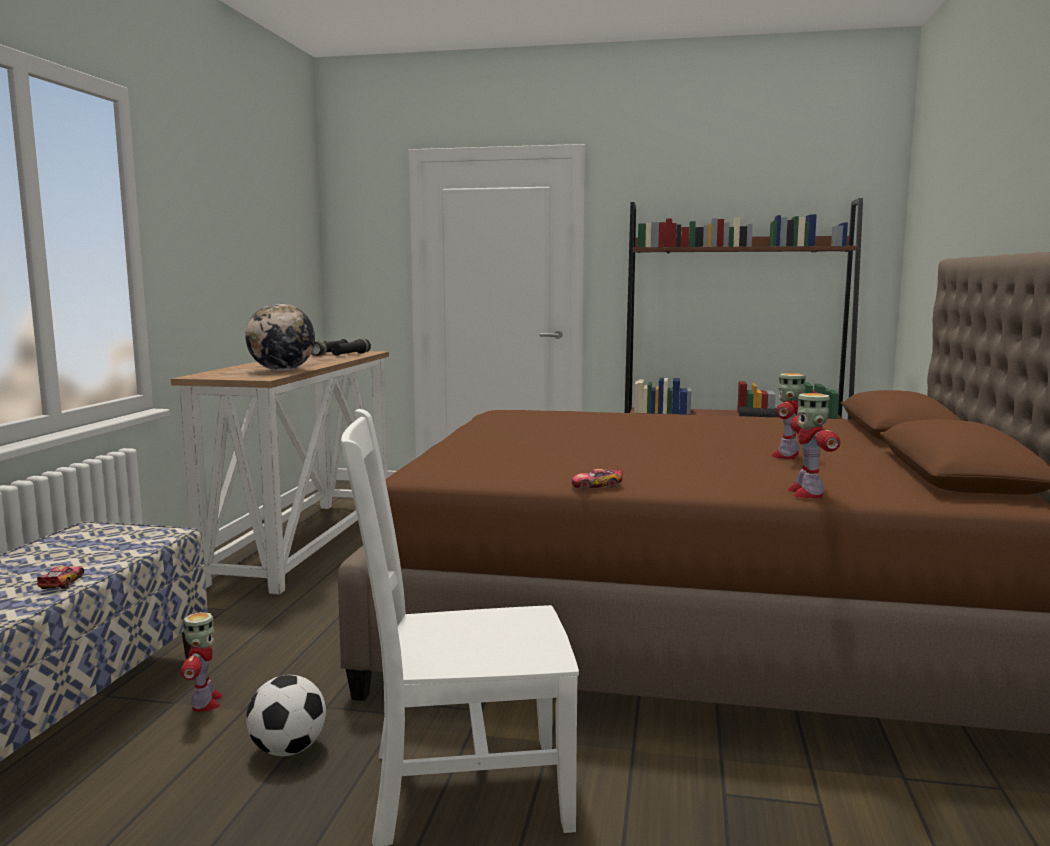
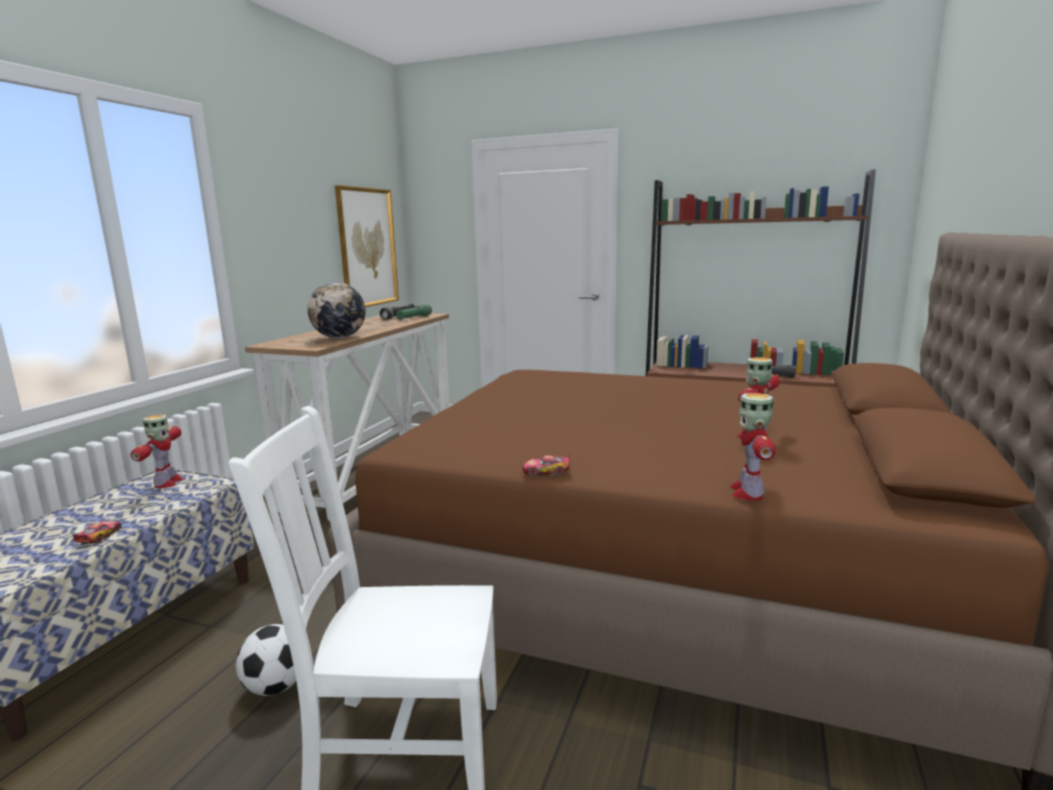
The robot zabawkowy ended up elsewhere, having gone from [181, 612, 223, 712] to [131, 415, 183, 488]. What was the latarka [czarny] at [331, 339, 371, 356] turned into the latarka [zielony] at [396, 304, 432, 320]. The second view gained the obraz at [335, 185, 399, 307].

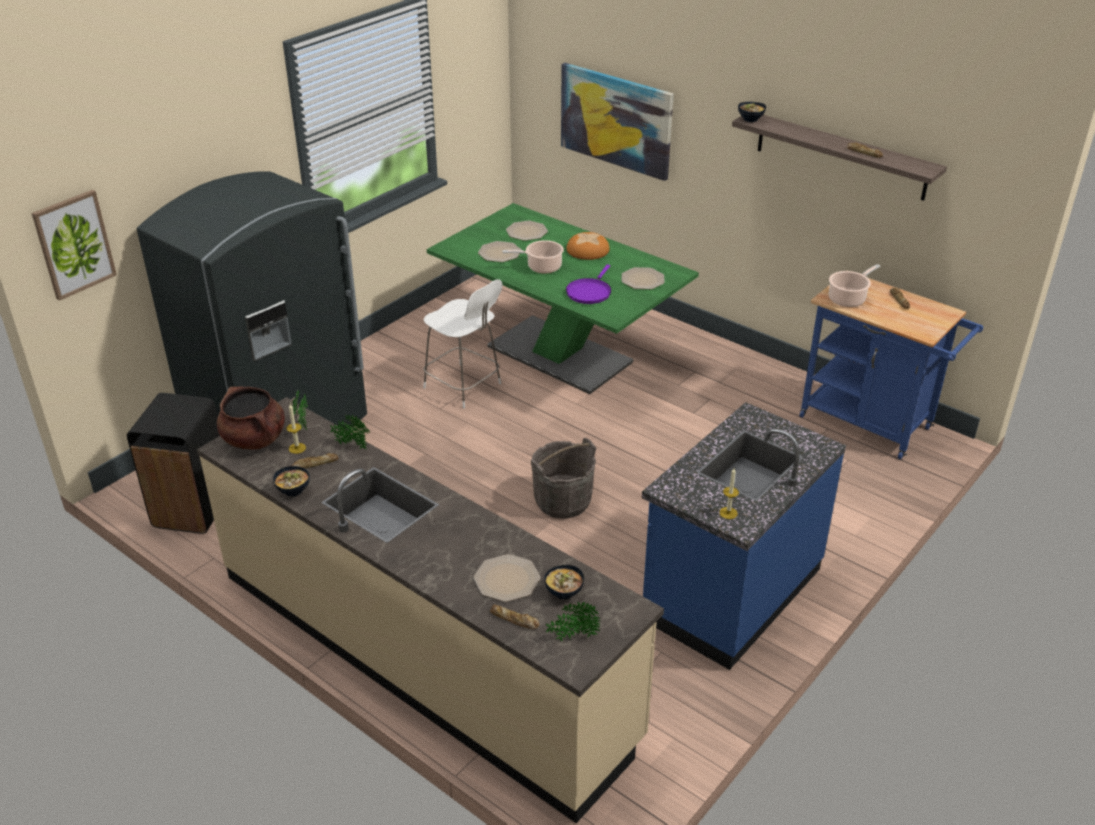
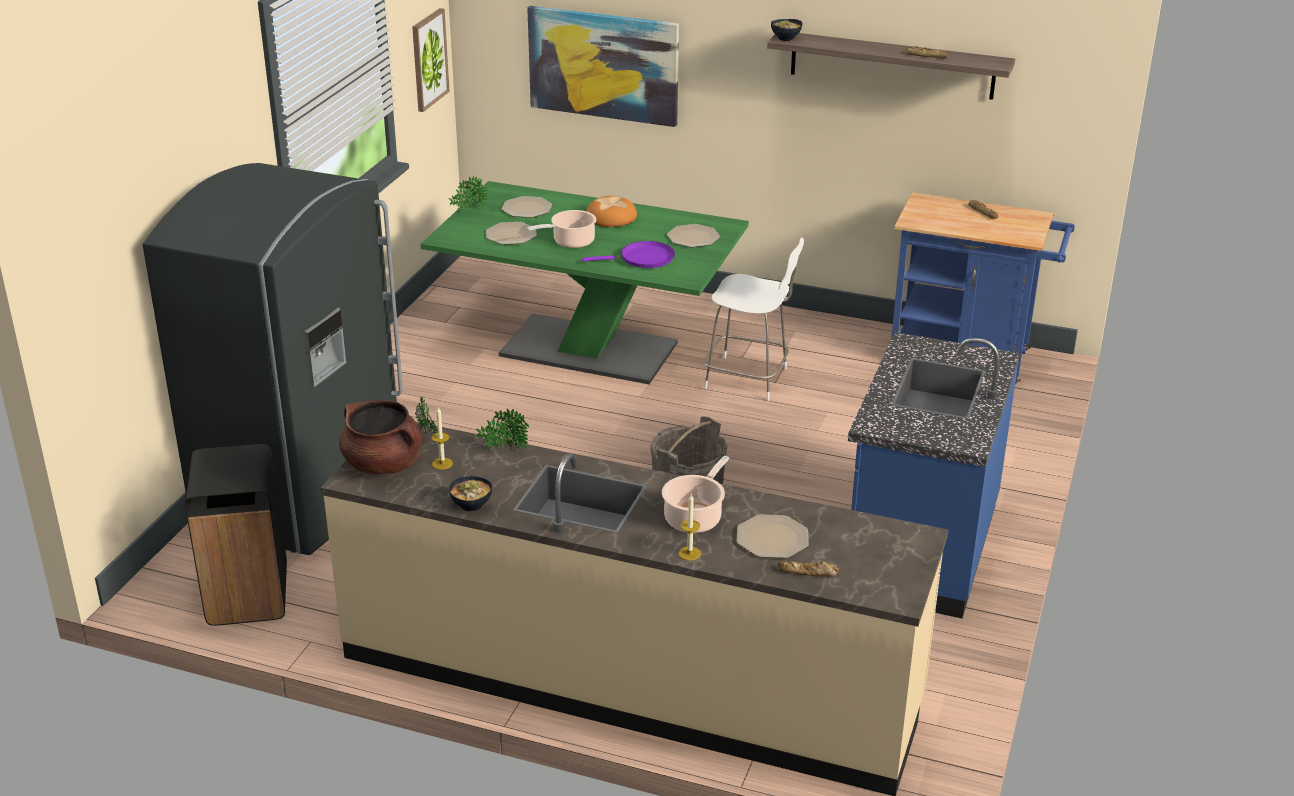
The obraz ended up elsewhere, having gone from [32, 190, 117, 301] to [412, 8, 450, 112]. The second view lost the chleb at [292, 453, 339, 469]. The krzesło [biały] ended up elsewhere, having gone from [423, 279, 502, 408] to [704, 238, 804, 401]. The second view lost the miska at [544, 565, 584, 599]. The roślina doniczkowa ended up elsewhere, having gone from [546, 602, 600, 642] to [449, 176, 488, 212]. The patelnia [fioletowy] at [566, 264, 611, 304] ended up facing another way, 105 degrees counterclockwise from before. The świeca ended up elsewhere, having gone from [719, 468, 739, 519] to [679, 494, 701, 561]. The garnek ended up elsewhere, having gone from [829, 264, 880, 307] to [662, 455, 729, 533].

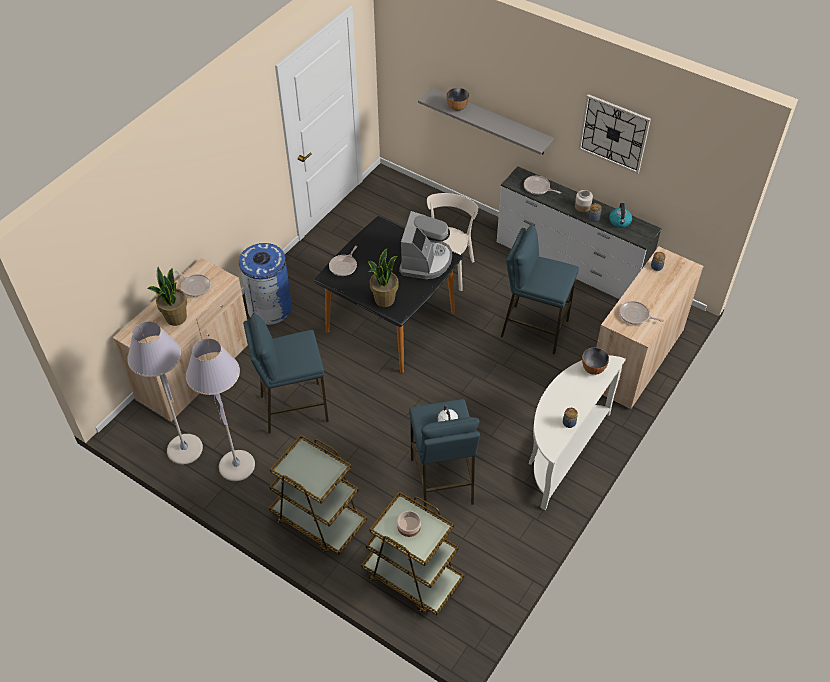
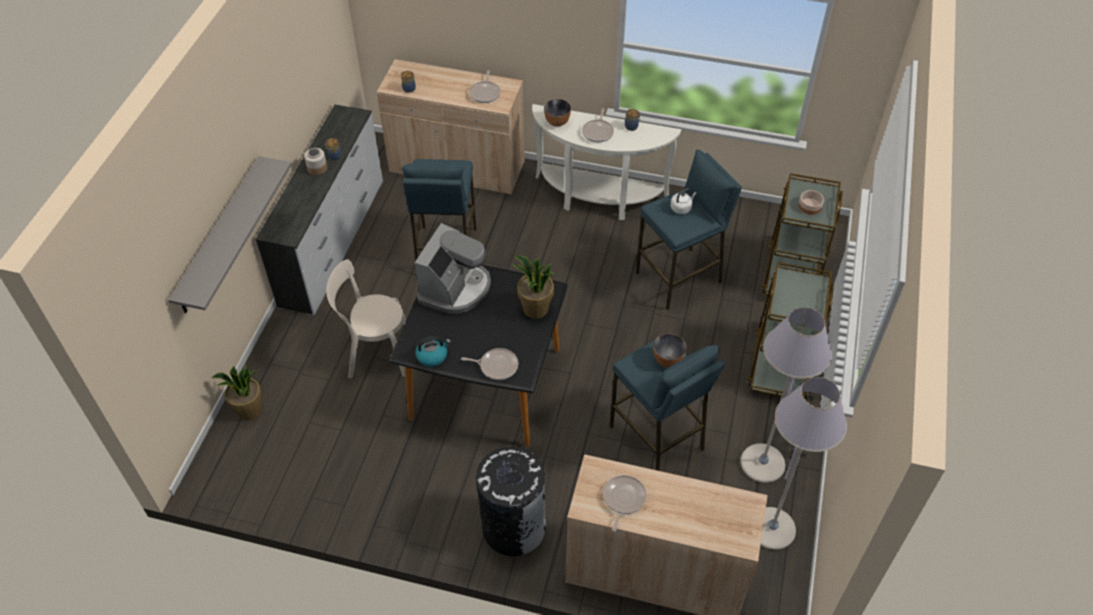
The roślina doniczkowa ended up elsewhere, having gone from [148, 267, 187, 326] to [212, 365, 262, 420]. What was the kosz na śmieci [niebieski] at [239, 243, 292, 325] turned into the kosz na śmieci [czarny] at [476, 445, 546, 556]. The ekspres do kawy at [399, 211, 452, 279] ended up facing another way, 120 degrees clockwise from before. The miska ended up elsewhere, having gone from [447, 88, 469, 111] to [653, 334, 687, 368]. The patelnia ended up elsewhere, having gone from [524, 176, 561, 195] to [582, 108, 614, 142]. The second view lost the zegar ścienny at [579, 94, 651, 174]. The czajnik ended up elsewhere, having gone from [609, 203, 632, 228] to [415, 336, 451, 367].

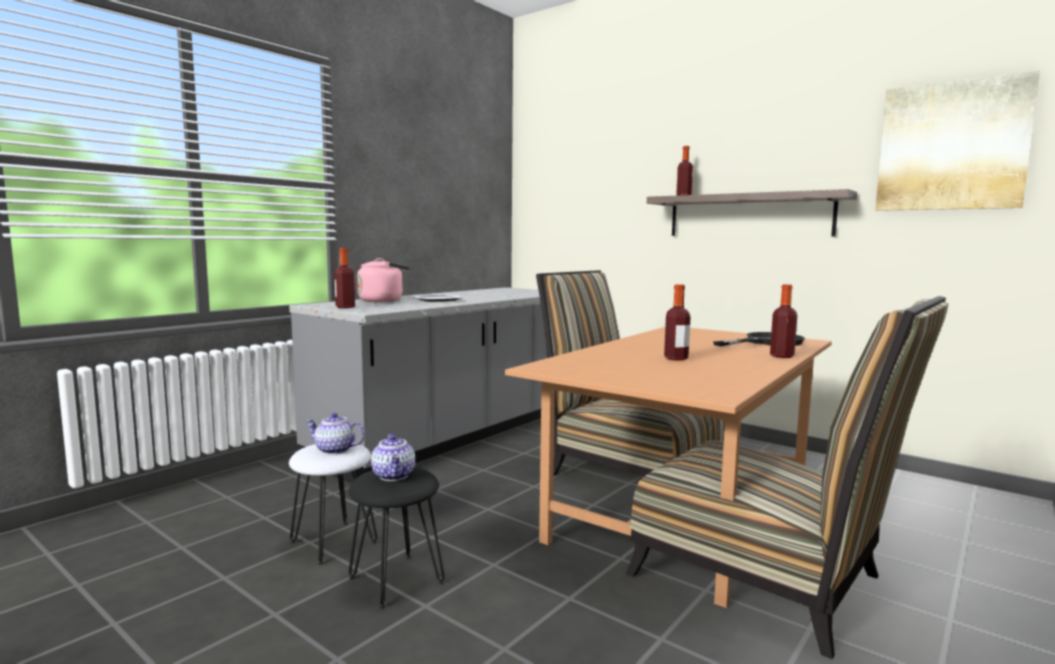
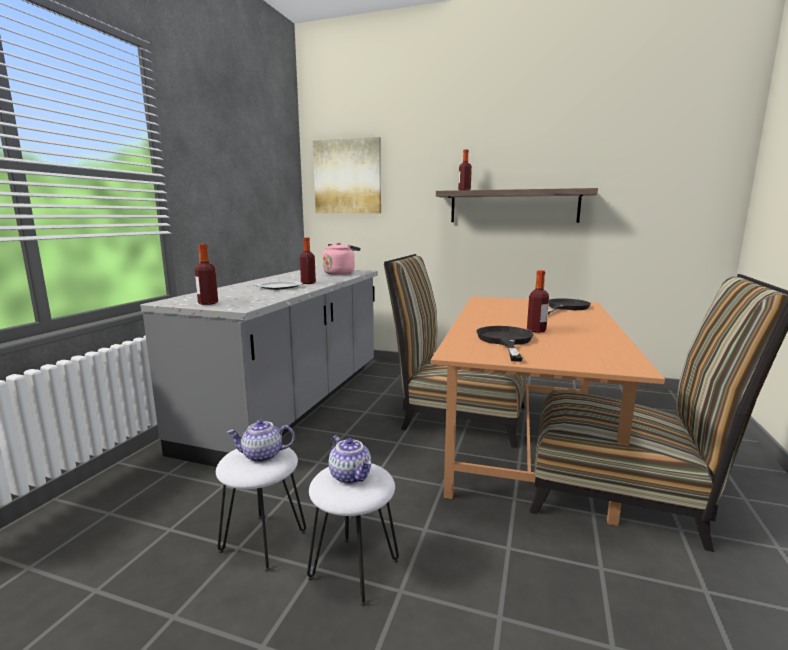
What was the stołek [czarny] at [349, 467, 445, 609] turned into the stołek [biały] at [307, 463, 399, 607]. The czajnik [różowy] ended up elsewhere, having gone from [357, 258, 409, 302] to [322, 242, 360, 275]. The butelka ended up elsewhere, having gone from [770, 284, 797, 358] to [300, 237, 316, 284]. The obraz ended up elsewhere, having gone from [875, 70, 1040, 211] to [313, 137, 381, 213]. The second view gained the patelnia [czarny] at [476, 326, 533, 362].

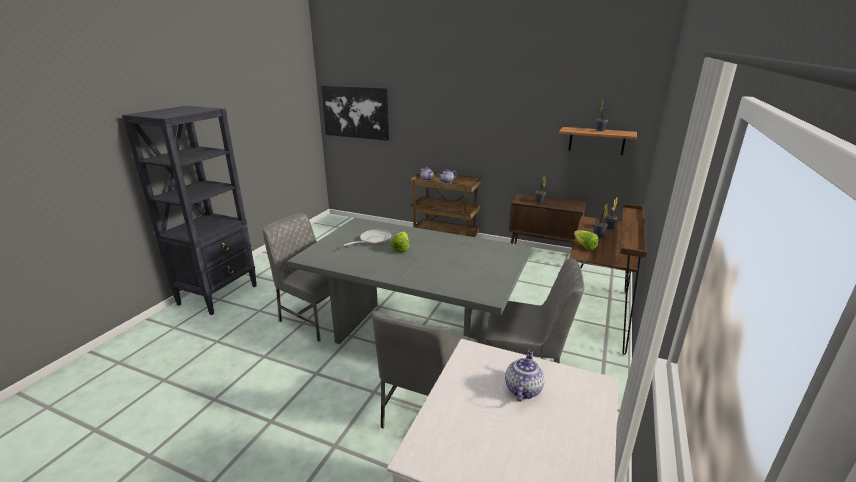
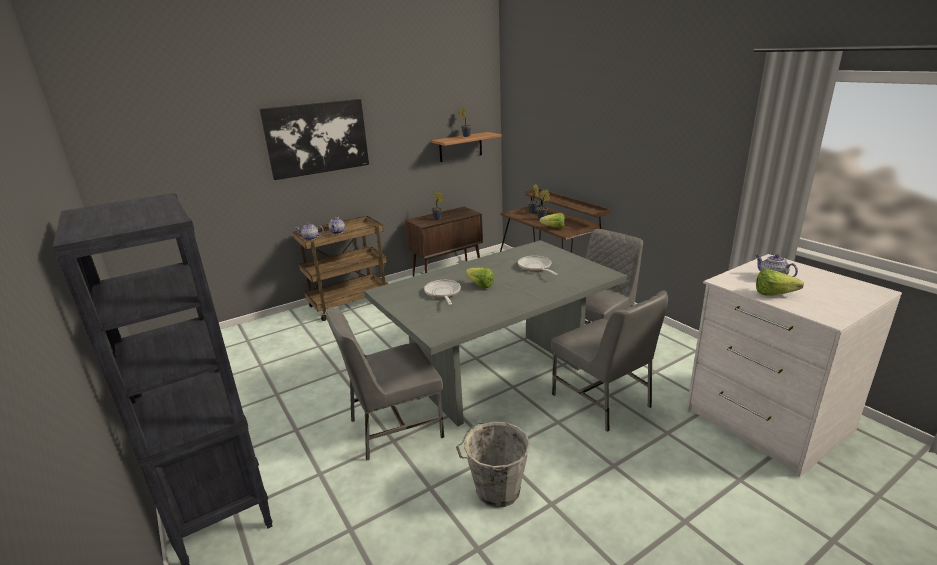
The obraz ended up elsewhere, having gone from [321, 85, 389, 141] to [260, 99, 369, 180]. The second view gained the wiadro [szary] at [456, 422, 530, 508]. The second view gained the patelnia at [518, 256, 557, 275]. The second view gained the sałata at [756, 269, 804, 295].

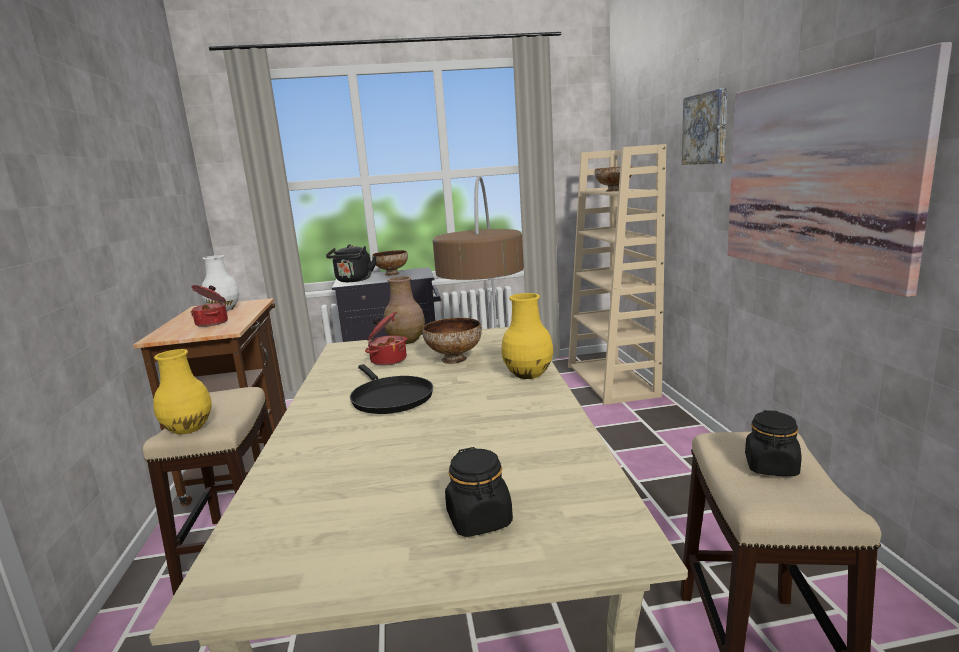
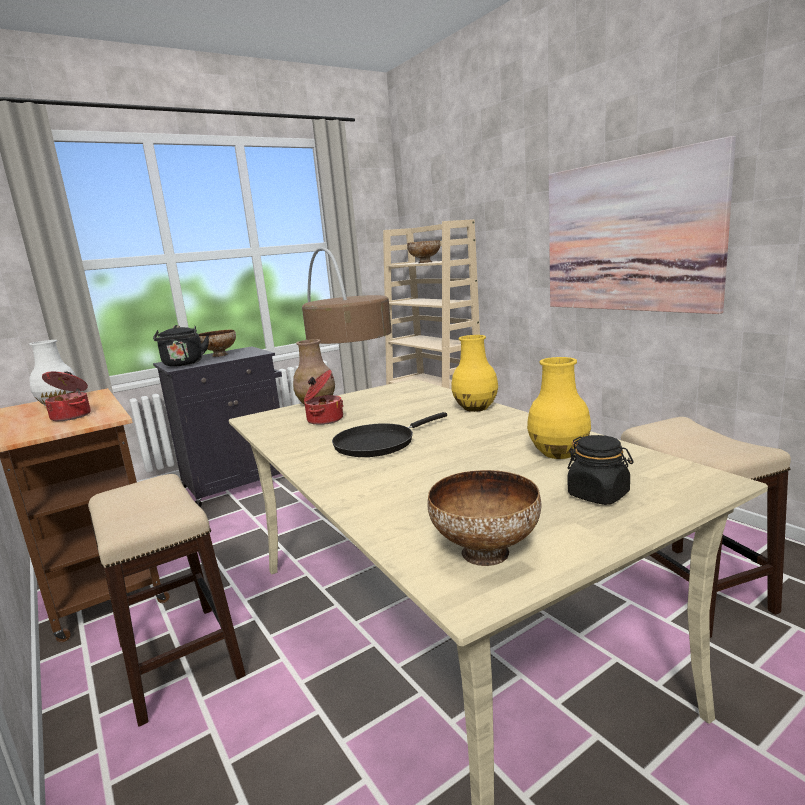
The wazon [żółty] ended up elsewhere, having gone from [153, 349, 212, 435] to [527, 357, 591, 459]. The patelnia [czarny] at [350, 364, 433, 414] ended up facing another way, 105 degrees clockwise from before. The miska ended up elsewhere, having gone from [423, 318, 482, 364] to [427, 470, 541, 566]. The second view lost the obraz at [682, 88, 728, 165]. The second view lost the słoik [czarny] at [745, 410, 801, 476].

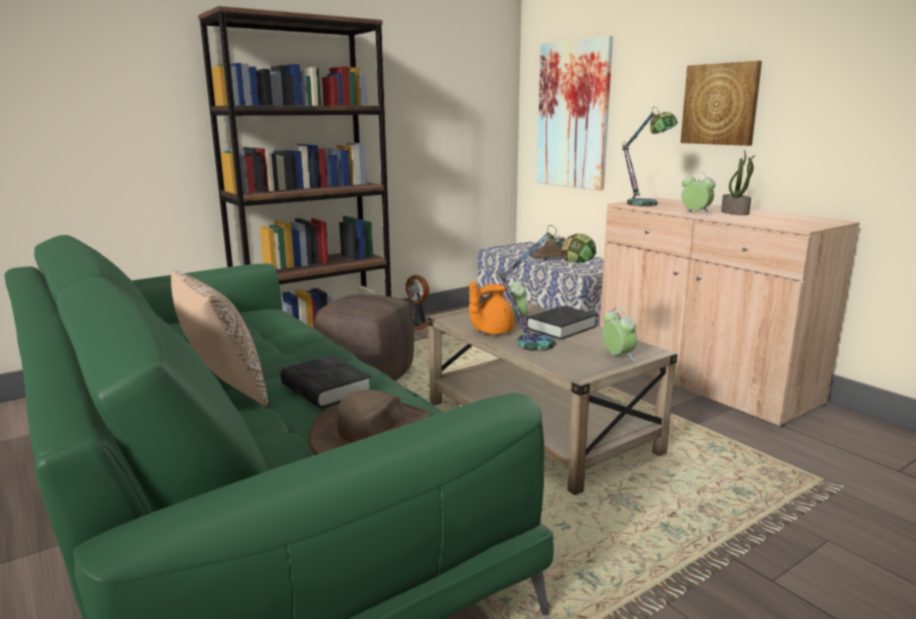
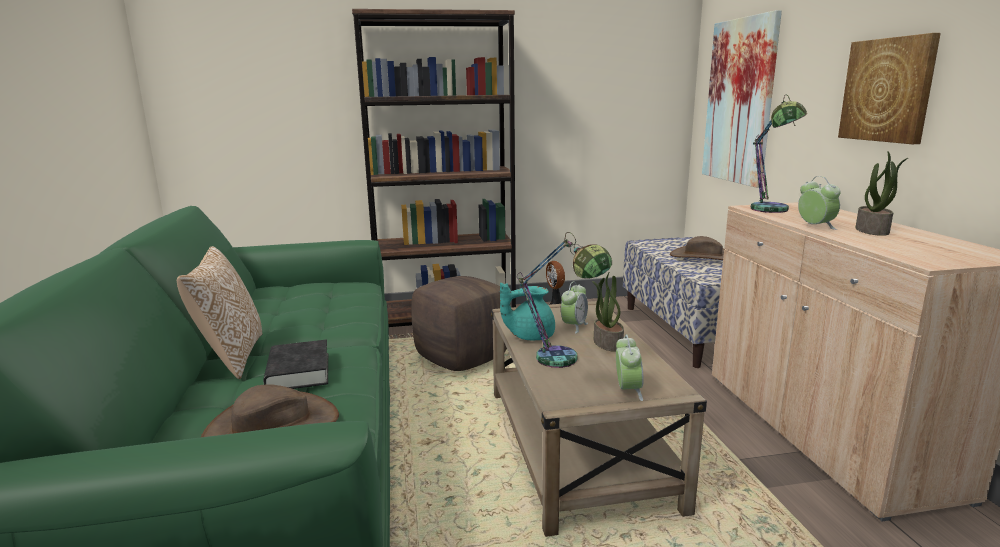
What was the imbryk [pomarańczowy] at [469, 282, 515, 335] turned into the imbryk [turkusowy] at [500, 283, 555, 340]. Where the książka [czarny] stood at [526, 306, 597, 340], the roślina doniczkowa came to stand at [592, 272, 624, 352].

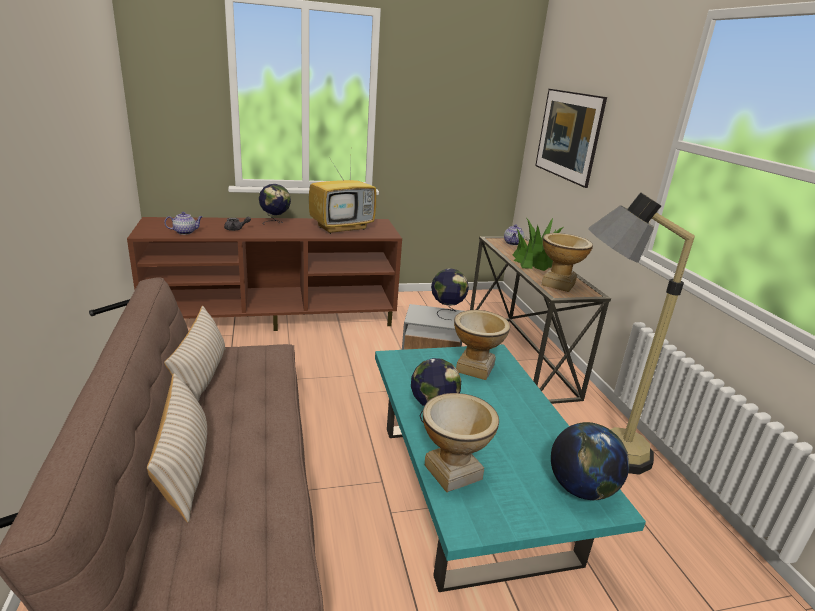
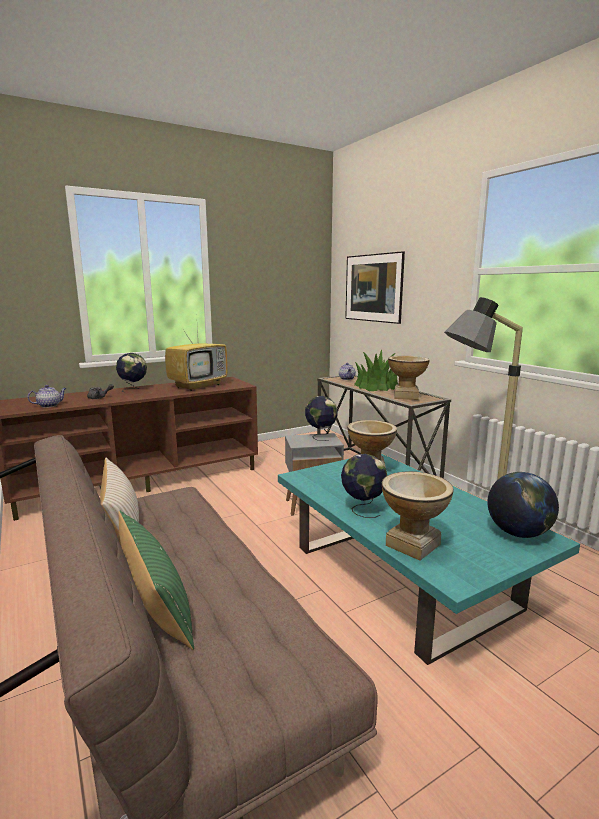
What was the poduszka [beżowy] at [147, 373, 207, 523] turned into the poduszka [zielony] at [118, 510, 194, 650].

